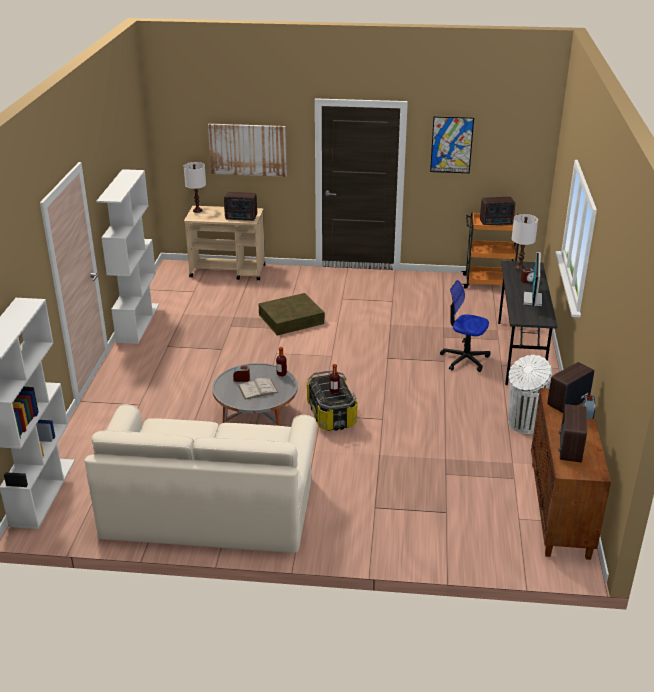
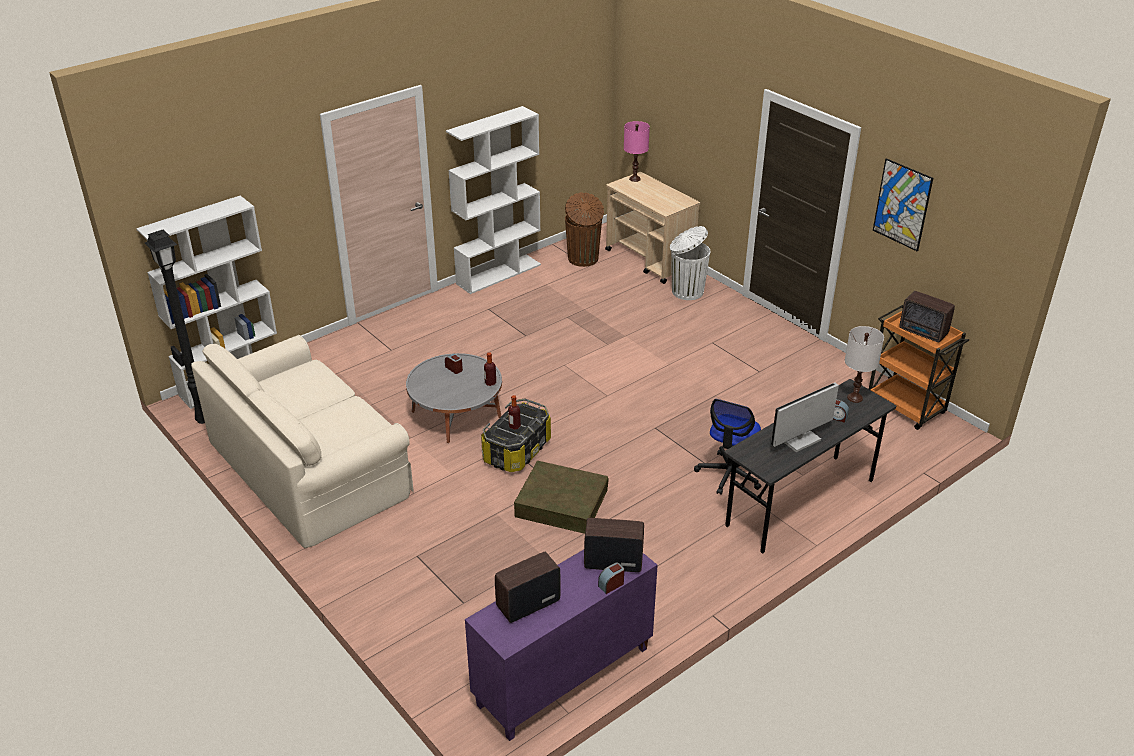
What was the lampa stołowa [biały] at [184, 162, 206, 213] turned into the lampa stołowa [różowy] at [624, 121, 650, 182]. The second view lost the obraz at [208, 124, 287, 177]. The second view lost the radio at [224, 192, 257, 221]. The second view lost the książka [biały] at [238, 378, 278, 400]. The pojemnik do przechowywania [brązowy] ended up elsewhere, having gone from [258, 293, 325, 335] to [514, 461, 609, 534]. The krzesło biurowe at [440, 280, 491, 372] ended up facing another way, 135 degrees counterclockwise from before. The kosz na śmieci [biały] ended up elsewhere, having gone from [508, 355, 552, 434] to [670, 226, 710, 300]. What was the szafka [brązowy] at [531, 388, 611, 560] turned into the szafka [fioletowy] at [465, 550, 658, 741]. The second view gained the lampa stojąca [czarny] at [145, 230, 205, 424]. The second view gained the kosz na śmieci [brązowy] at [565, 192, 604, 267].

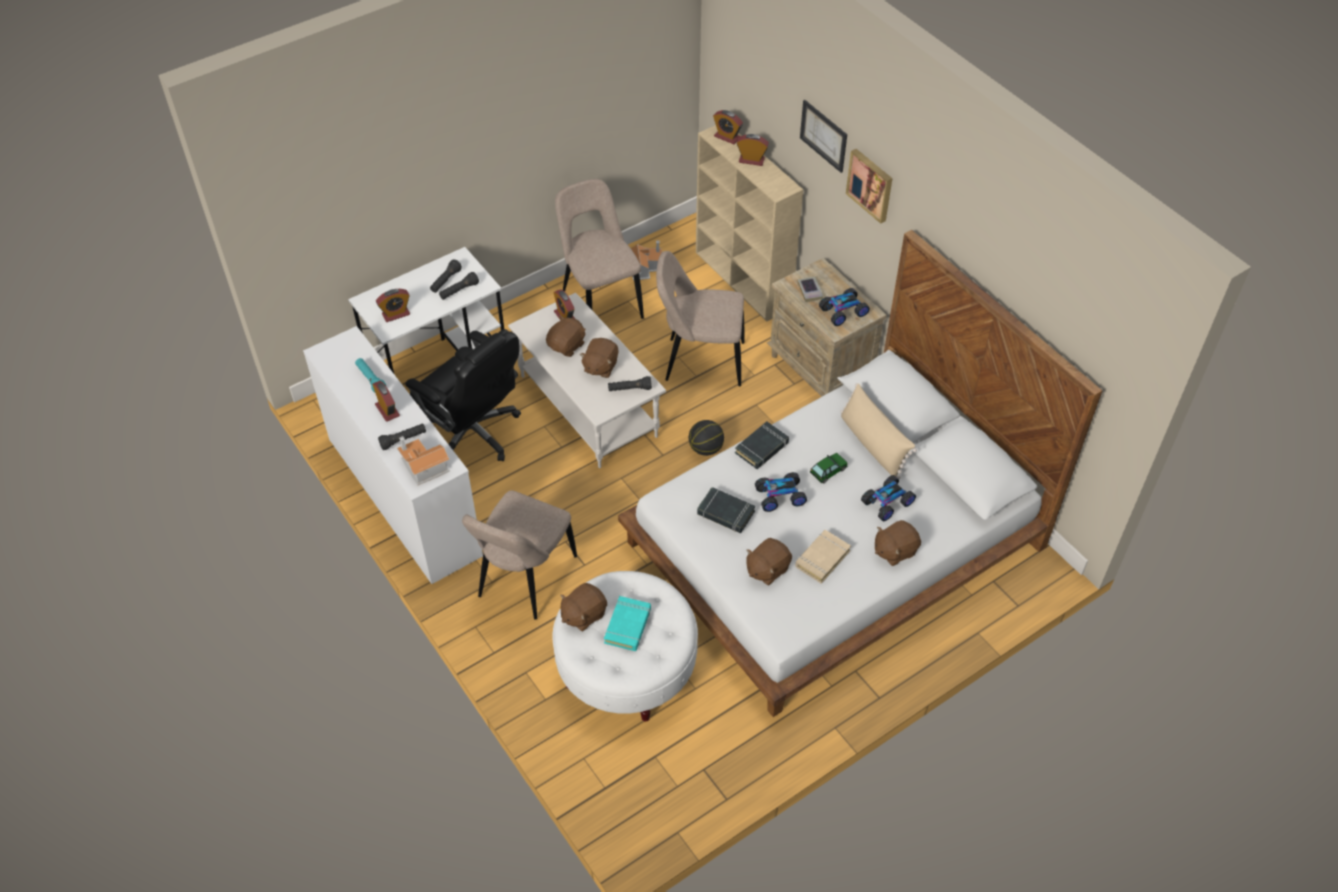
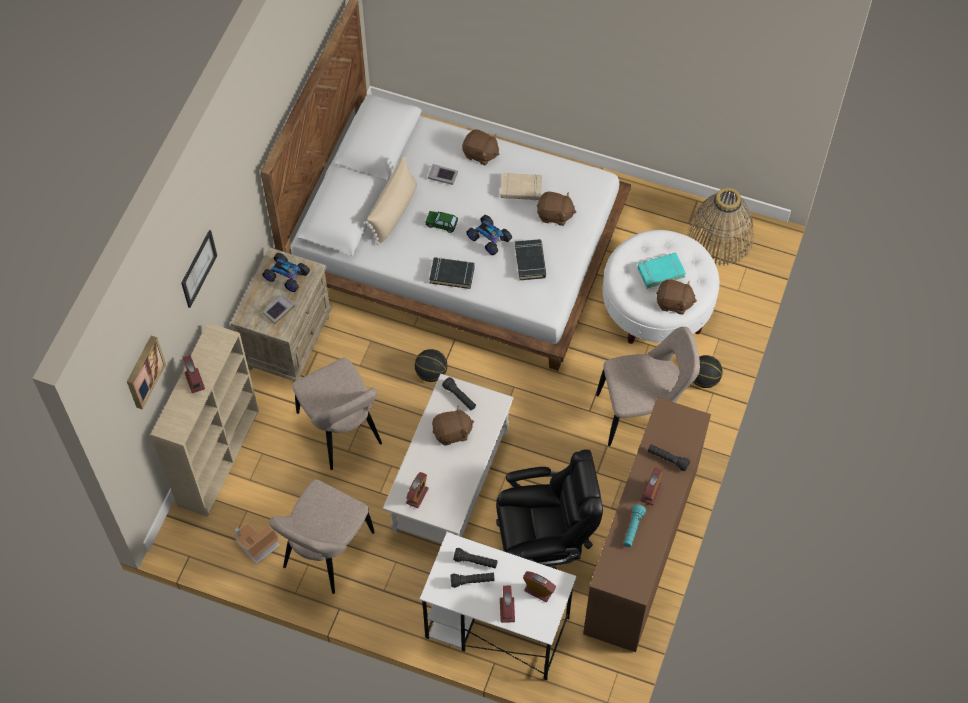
What was the komoda [biały] at [303, 326, 483, 584] turned into the komoda [brązowy] at [583, 397, 711, 652]. The second view lost the domek at [397, 436, 450, 485]. The krzesło biurowe [czarny] at [405, 329, 521, 461] ended up facing another way, 75 degrees clockwise from before. The second view lost the pluszak [brązowy] at [546, 315, 586, 357]. The budzik ended up elsewhere, having gone from [713, 110, 743, 144] to [500, 585, 515, 623]. The obraz ended up elsewhere, having gone from [846, 149, 892, 224] to [127, 336, 166, 410]. Where the samochodzik stood at [861, 475, 916, 521], the książka came to stand at [428, 164, 458, 185]. The second view gained the koszyk at [687, 187, 754, 266]. The second view gained the piłka do koszykówki at [693, 355, 723, 388].

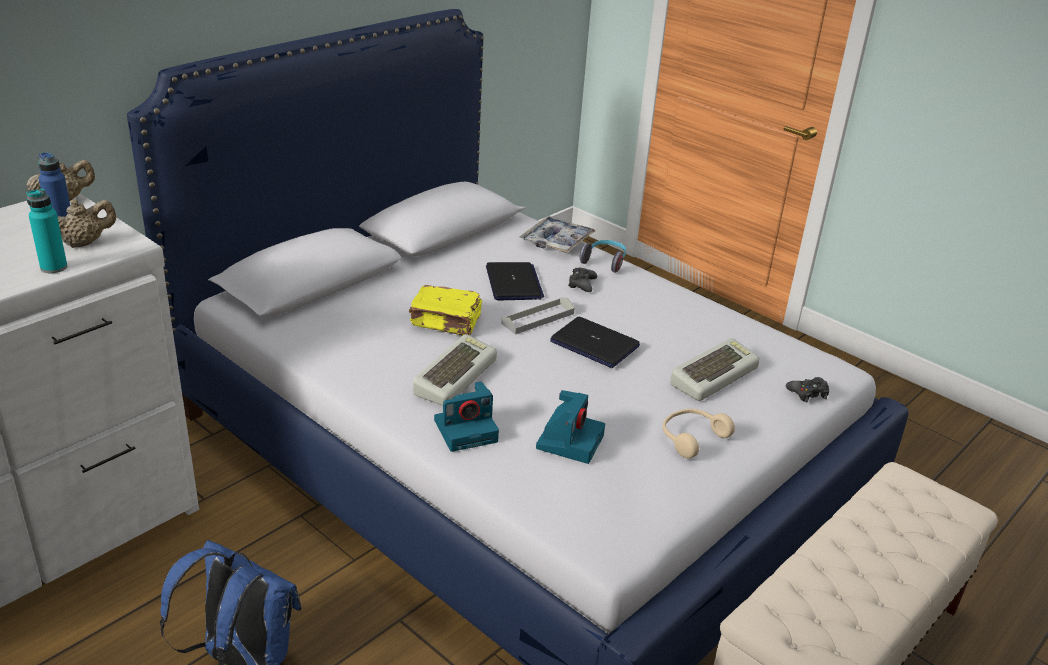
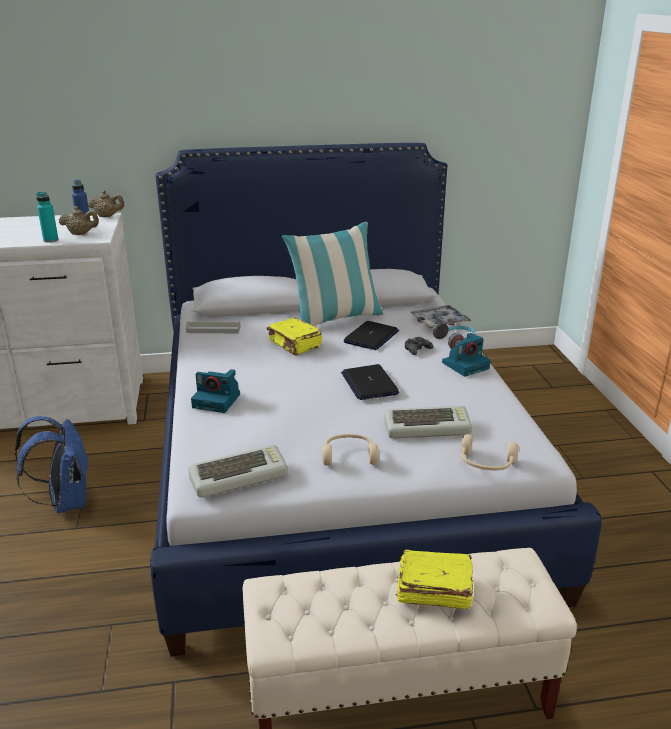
The klawiatura ended up elsewhere, having gone from [413, 334, 497, 406] to [188, 445, 288, 498]. The taca [szary] ended up elsewhere, having gone from [502, 298, 575, 335] to [186, 321, 241, 333]. The aparat fotograficzny ended up elsewhere, having gone from [536, 390, 605, 464] to [442, 333, 491, 377]. Where the pad do gier [czarny] stood at [786, 377, 829, 402], the słuchawki [beżowy] came to stand at [461, 434, 519, 470]. The second view gained the poduszka at [282, 222, 384, 326]. The second view gained the książka [żółty] at [396, 549, 473, 609].

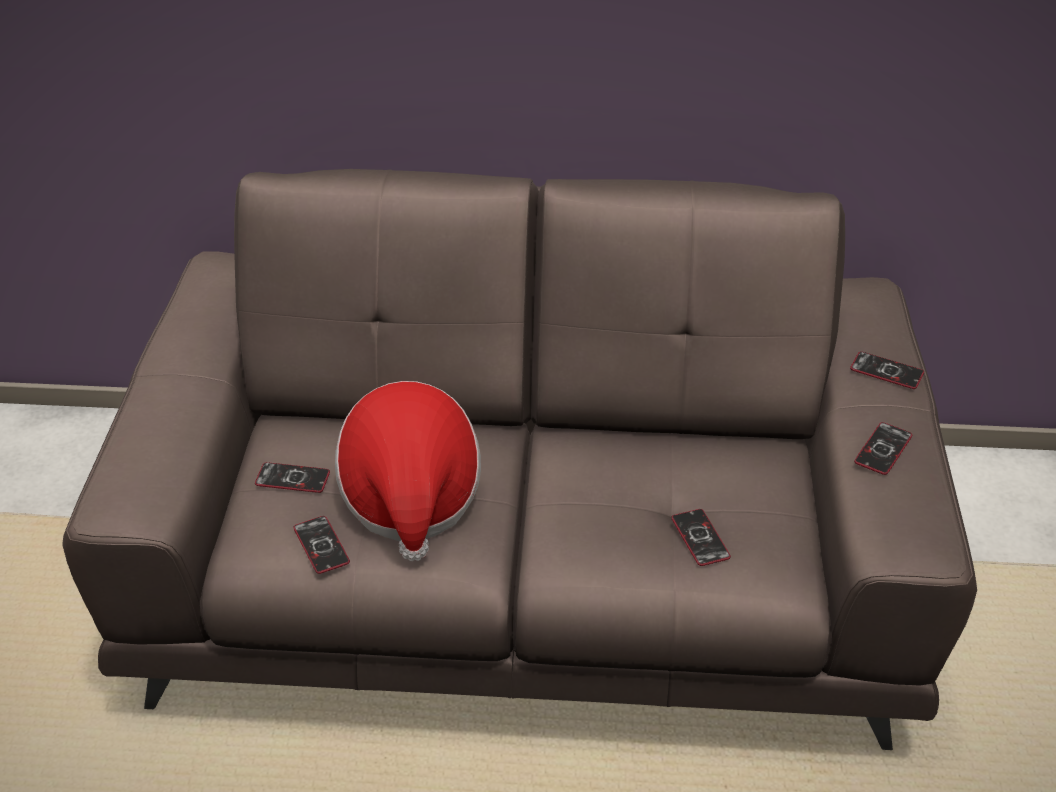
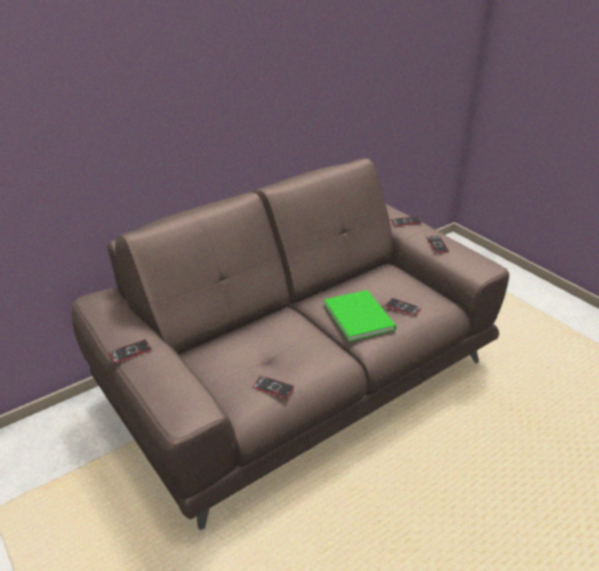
The telefon ended up elsewhere, having gone from [255, 462, 330, 493] to [109, 340, 152, 363]. The second view lost the kapelusz at [335, 381, 481, 561]. The second view gained the książka [zielony] at [324, 290, 397, 342].

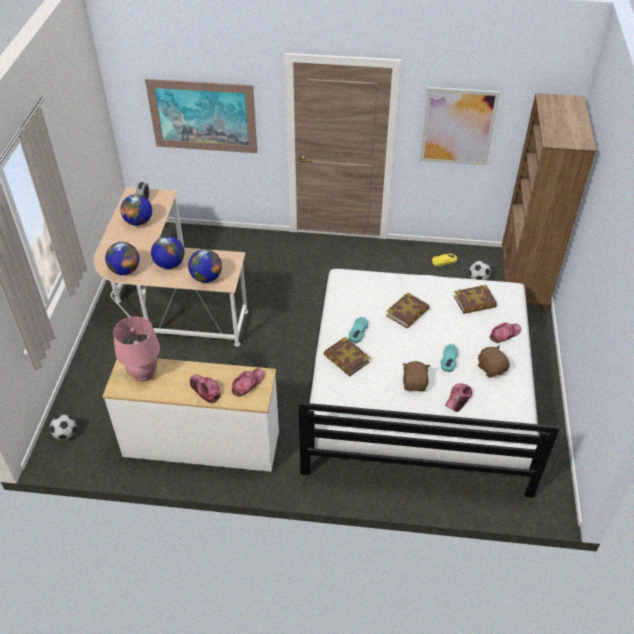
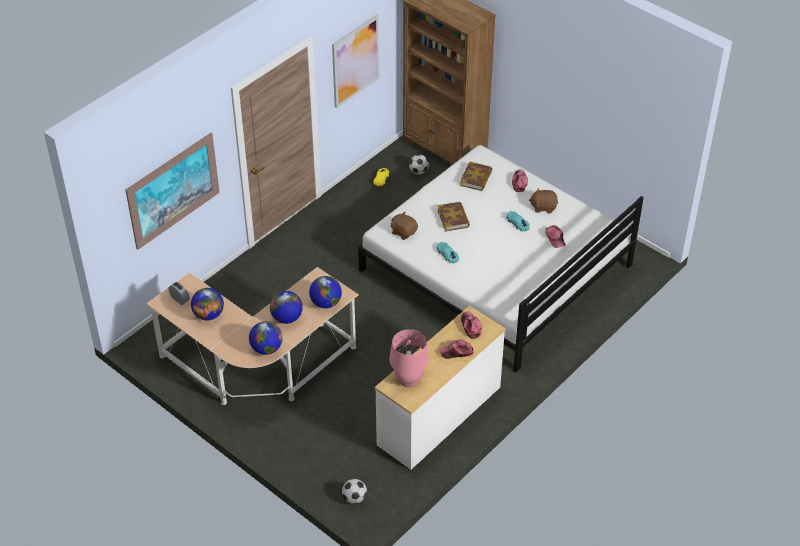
The second view lost the książka at [324, 337, 370, 376]. The pluszak [brązowy] ended up elsewhere, having gone from [403, 361, 430, 391] to [391, 212, 418, 240].

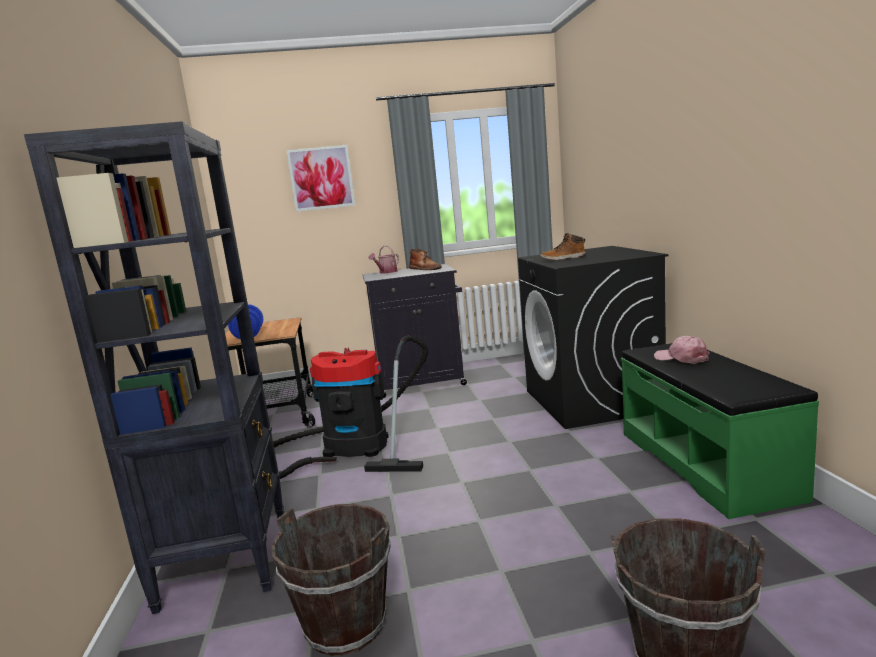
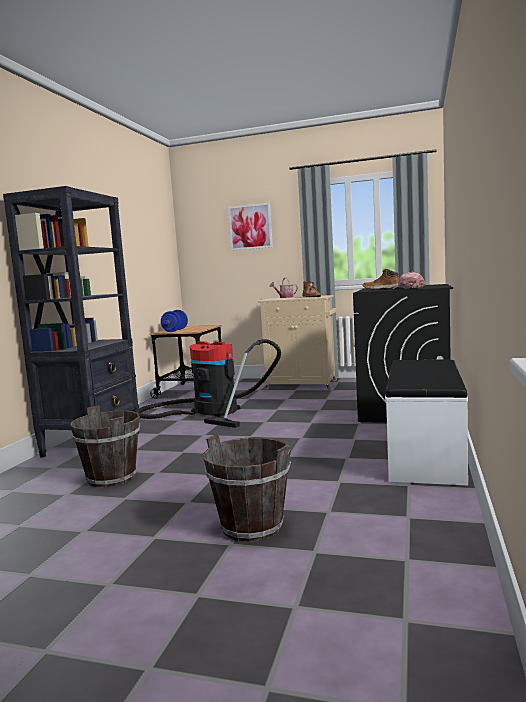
What was the szafka [czarny] at [363, 264, 467, 398] turned into the szafka [beżowy] at [258, 295, 337, 390]. What was the ławka [zielony] at [621, 343, 819, 519] turned into the ławka [biały] at [385, 359, 468, 486]. The czapka z daszkiem [różowy] ended up elsewhere, having gone from [654, 336, 710, 364] to [393, 272, 425, 289].

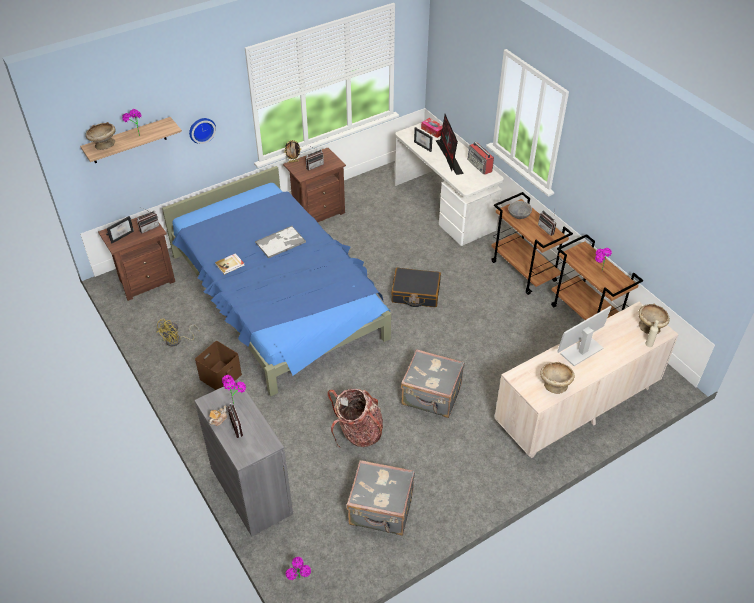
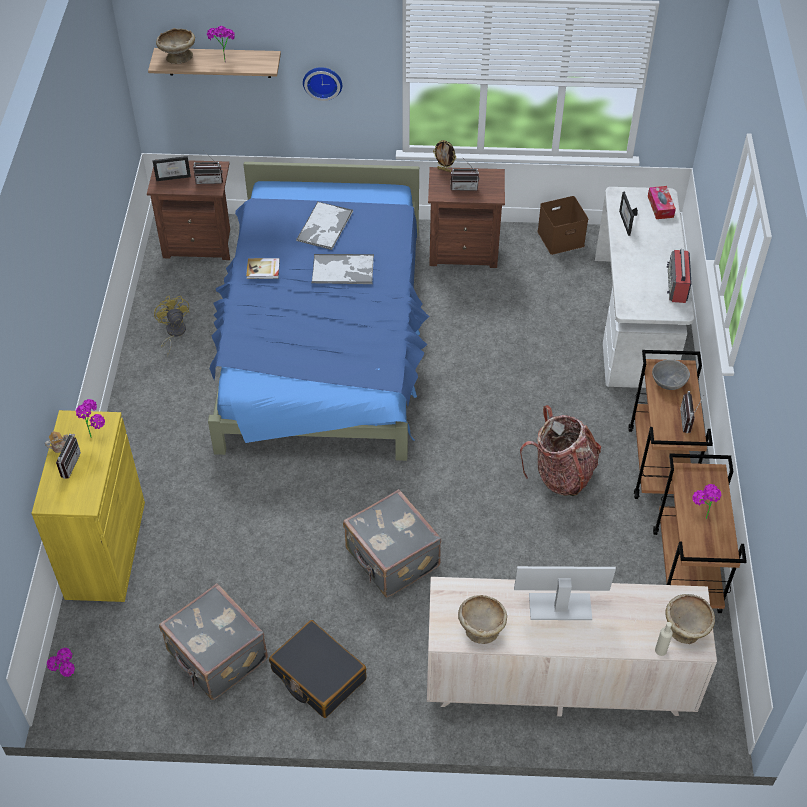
The wentylator [żółty] at [157, 318, 200, 346] ended up facing another way, 90 degrees clockwise from before. What was the szafka [szary] at [194, 380, 293, 537] turned into the szafka [żółty] at [31, 410, 145, 602]. The pojemnik do przechowywania [brązowy] ended up elsewhere, having gone from [195, 341, 242, 390] to [537, 196, 588, 255]. The plecak ended up elsewhere, having gone from [327, 389, 383, 448] to [520, 405, 601, 496]. The walizka [czarny] ended up elsewhere, having gone from [391, 268, 441, 307] to [269, 620, 366, 718]. The second view lost the monitor at [435, 114, 464, 175]. The second view gained the taca at [296, 202, 353, 250].

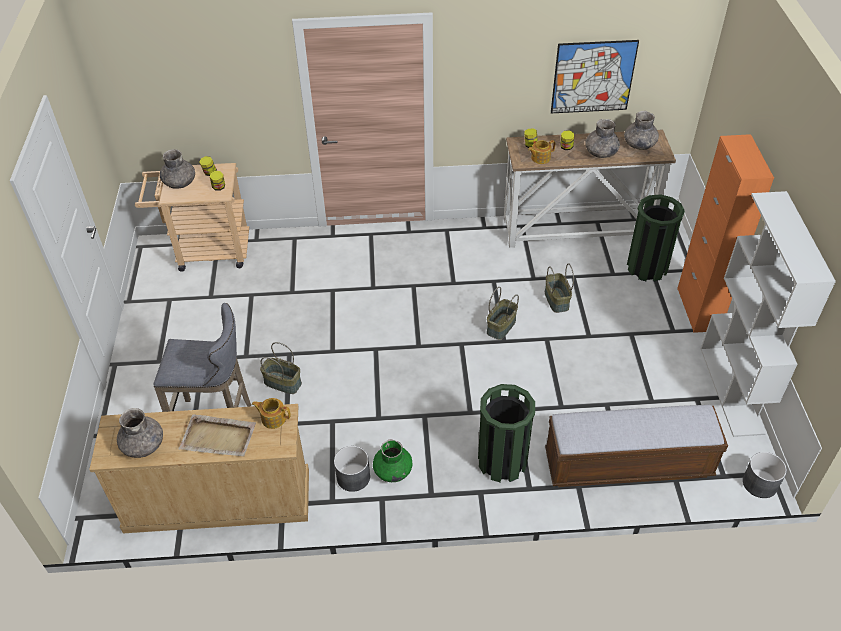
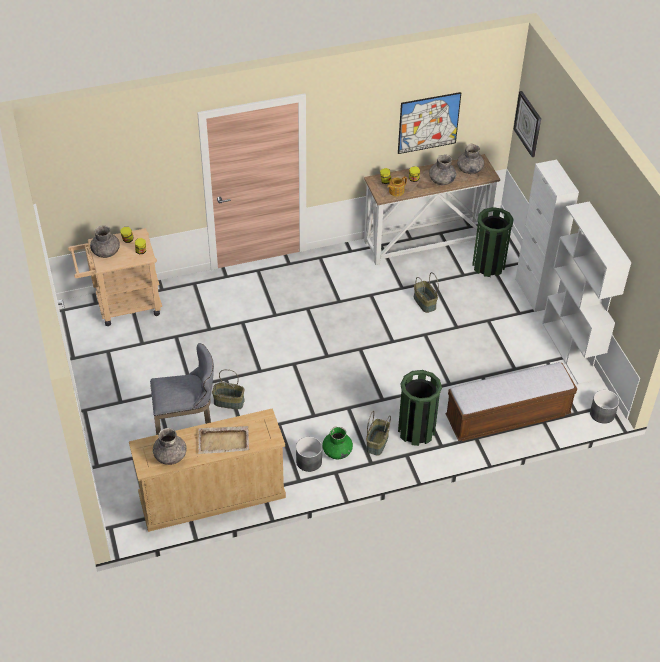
The second view lost the imbryk at [252, 398, 291, 429]. The koszyk ended up elsewhere, having gone from [487, 287, 519, 340] to [366, 411, 391, 456]. What was the szafka [pomarańczowy] at [677, 134, 774, 333] turned into the szafka [biały] at [515, 160, 579, 312]. The second view gained the zegar ścienny at [513, 91, 541, 157].

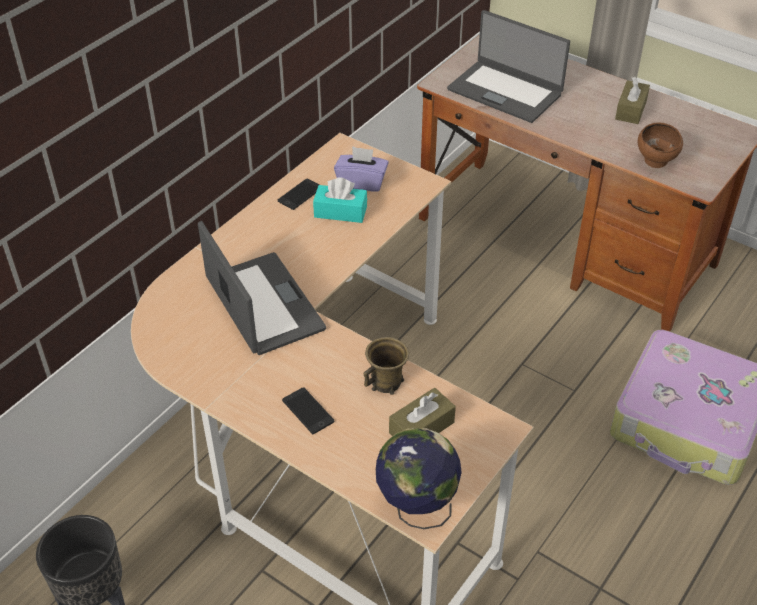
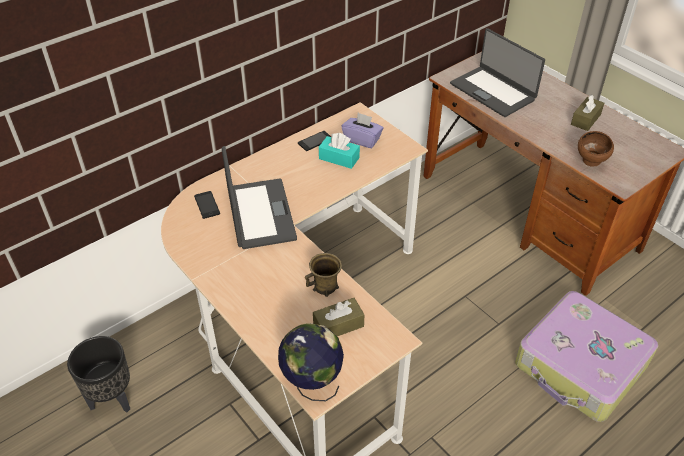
The telefon ended up elsewhere, having gone from [282, 387, 334, 434] to [194, 191, 220, 219].

